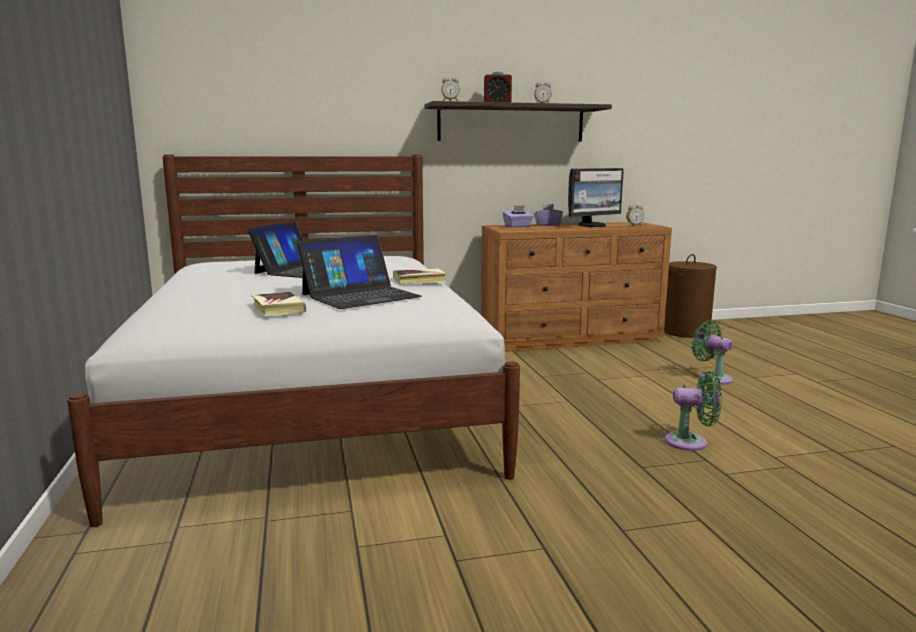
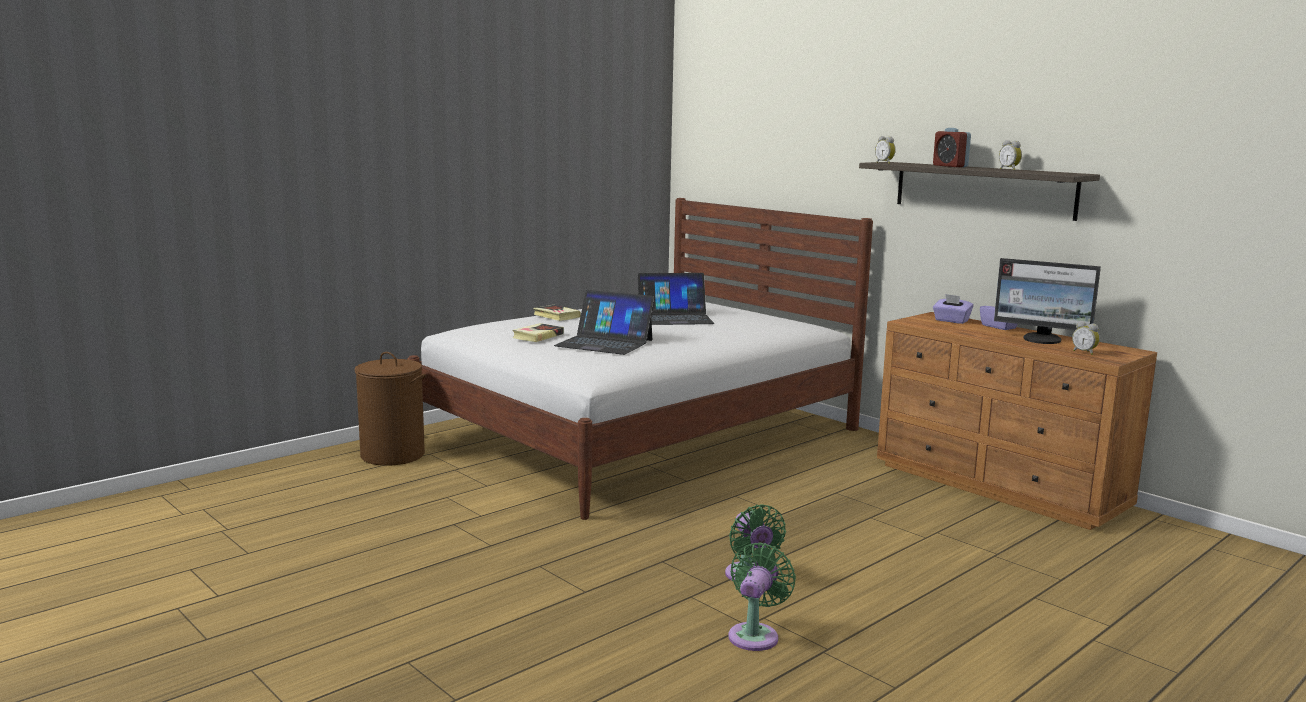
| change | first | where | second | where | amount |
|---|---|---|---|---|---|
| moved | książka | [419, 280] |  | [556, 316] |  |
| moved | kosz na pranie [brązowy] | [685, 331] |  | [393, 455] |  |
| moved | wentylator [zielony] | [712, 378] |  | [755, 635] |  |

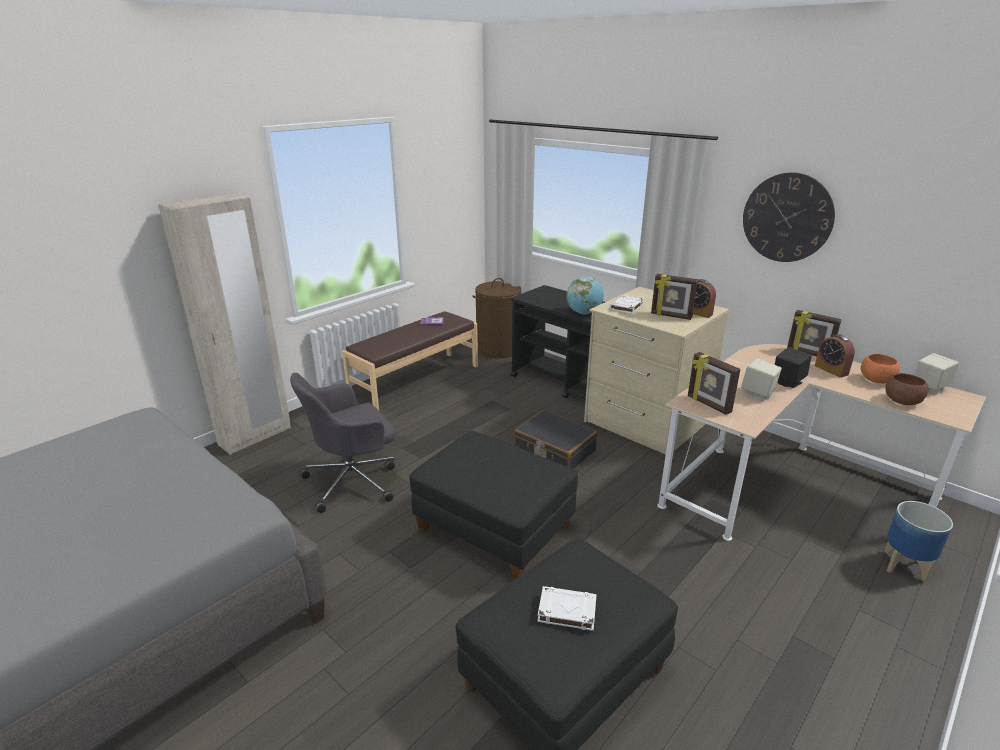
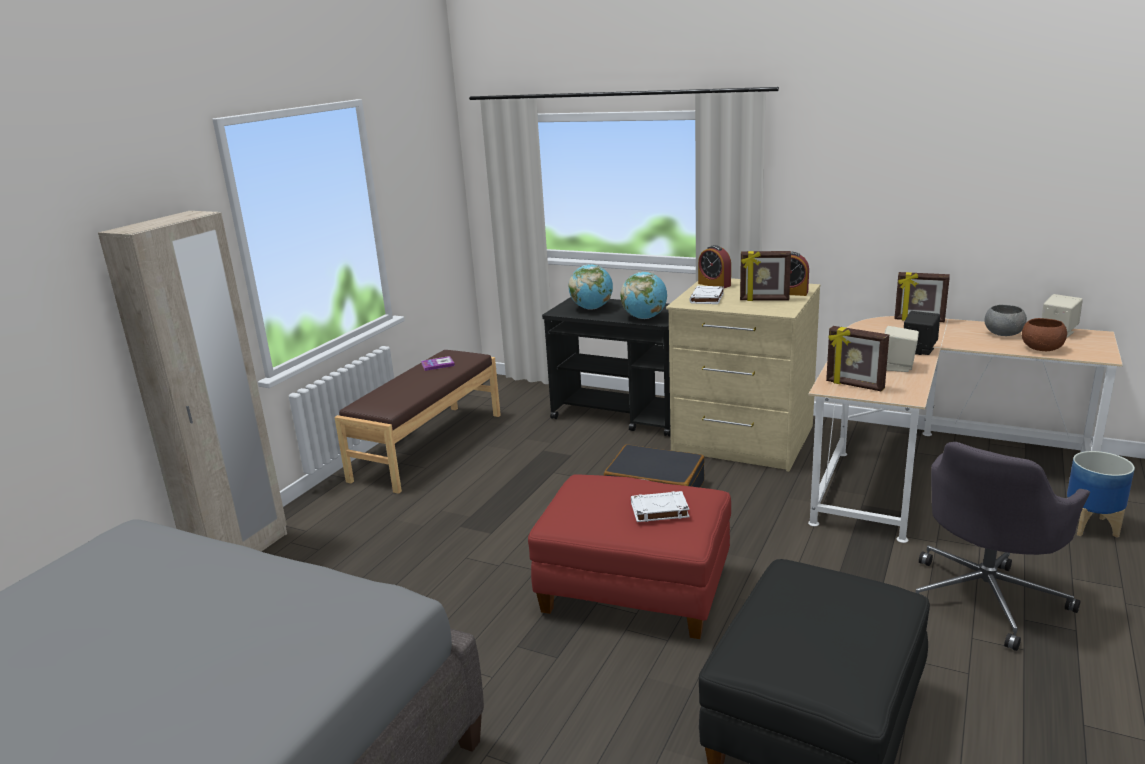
| change | first | where | second | where | amount |
|---|---|---|---|---|---|
| moved | krzesło biurowe [szary] | [353, 481] |  | [986, 597] |  |
| recoloured | pufa [czarny] | [494, 528] | pufa [czerwony] | [635, 590] |  |
| removed | kosz na pranie [brązowy] | [498, 349] |  |  |  |
| moved | książka [biały] | [566, 611] |  | [659, 510] |  |
| removed | zegar ścienny | [787, 218] |  |  |  |
| moved | budzik | [831, 370] |  | [714, 284] |  |
| recoloured | miska [pomarańczowy] | [876, 380] | miska [szary] | [1003, 333] |  |
| added |  |  | globus | [591, 308] |  |

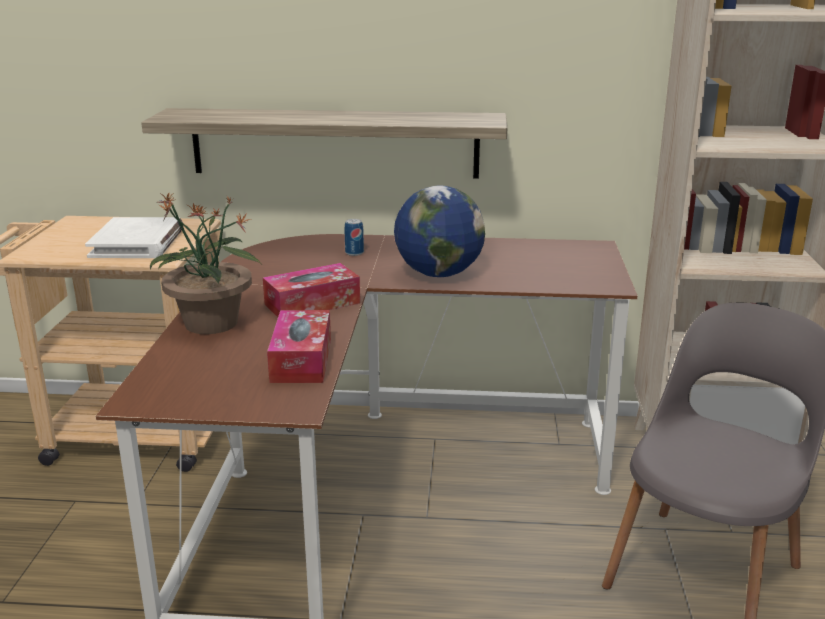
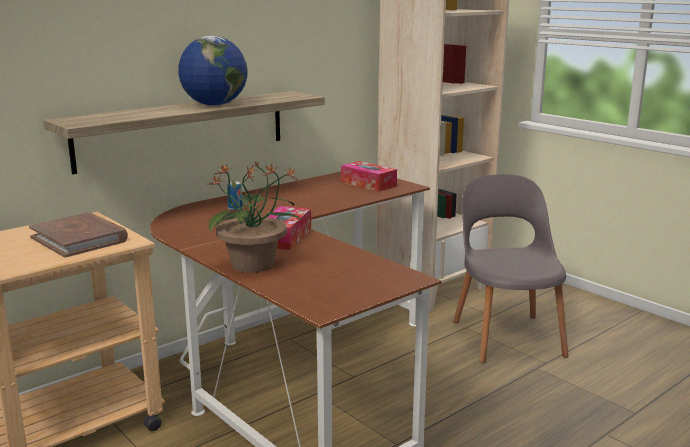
| change | first | where | second | where | amount |
|---|---|---|---|---|---|
| recoloured | książka [biały] | [137, 243] | książka [brązowy] | [79, 239] |  |
| moved | pudełko chusteczek | [301, 360] |  | [368, 184] |  |
| moved | globus | [438, 274] |  | [214, 105] |  |

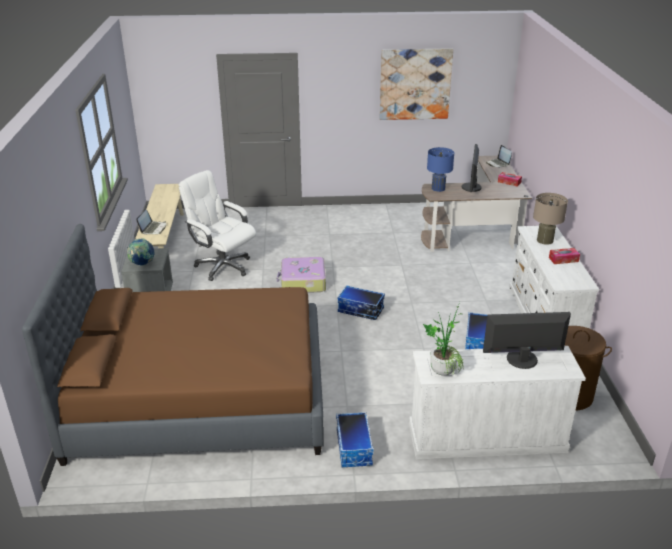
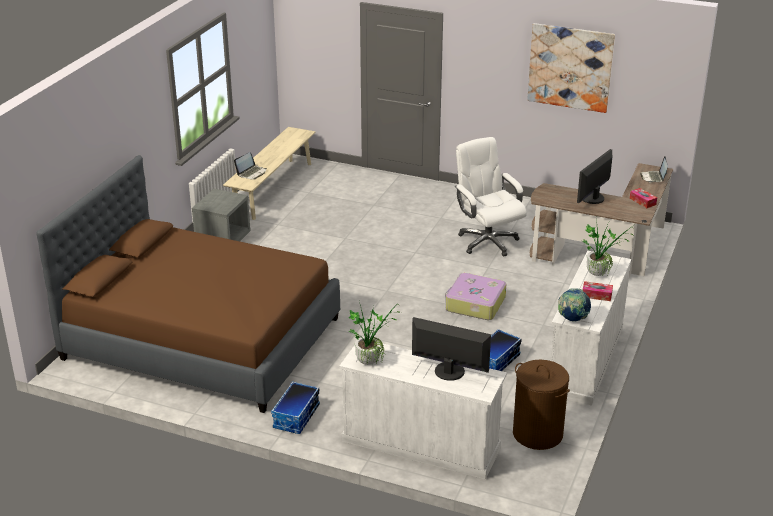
| change | first | where | second | where | amount |
|---|---|---|---|---|---|
| moved | globus | [142, 264] |  | [572, 319] |  |
| moved | krzesło biurowe [biały] | [222, 266] |  | [487, 241] |  |
| moved | walizka | [302, 282] |  | [474, 304] |  |
| removed | pojemnik do przechowywania | [360, 310] |  |  |  |
| removed | lampa stołowa [niebieski] | [438, 188] |  |  |  |
| replaced | lampa stołowa [beżowy] | [545, 240] | roślina doniczkowa | [599, 271] |  |

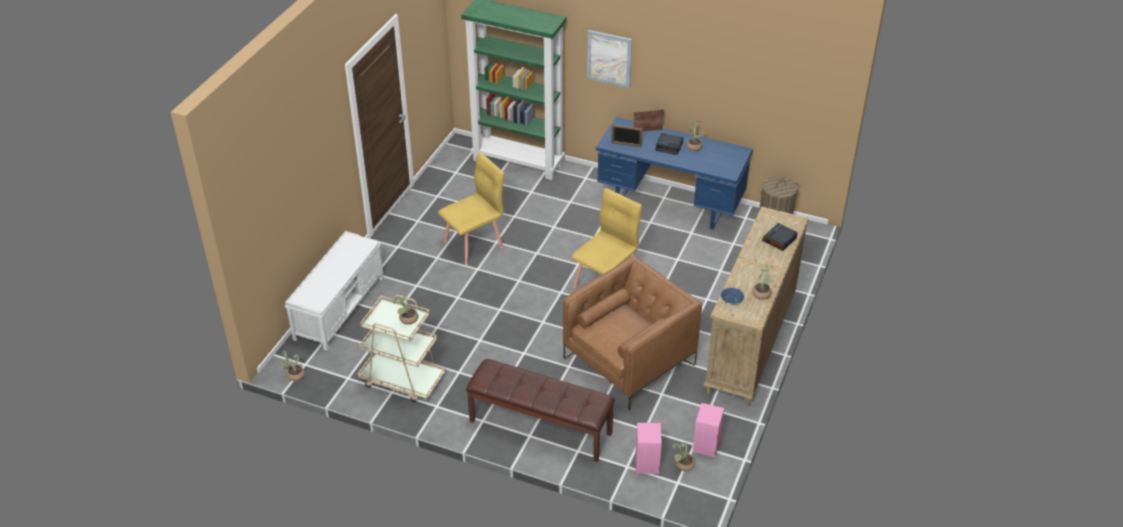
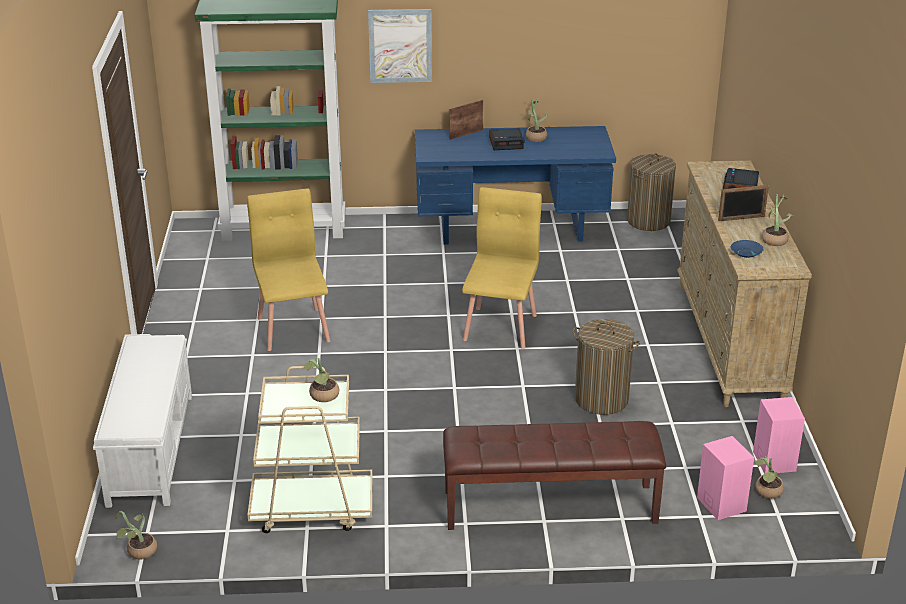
| change | first | where | second | where | amount |
|---|---|---|---|---|---|
| turned | krzesło [żółty] | [474, 245] |  | [294, 328] | 45 degrees counterclockwise |
| replaced | fotel [brązowy] | [629, 361] | kosz na pranie | [601, 399] |  |
| moved | ramka na zdjęcie | [626, 144] |  | [741, 218] |  |

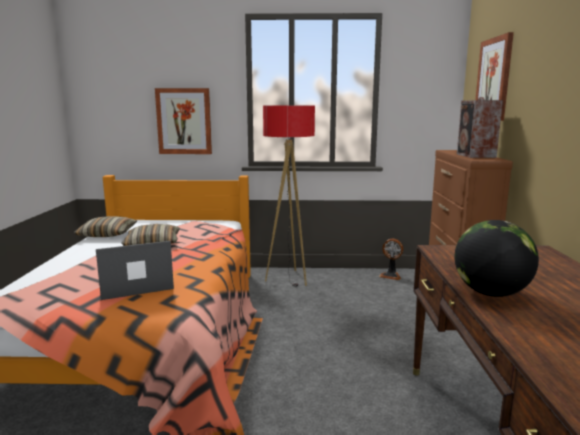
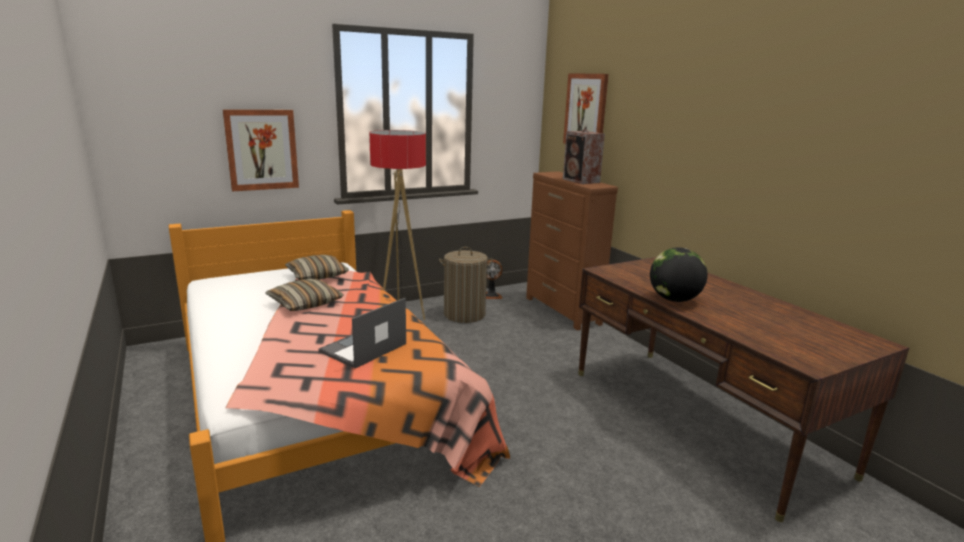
| change | first | where | second | where | amount |
|---|---|---|---|---|---|
| moved | poduszka | [107, 234] |  | [317, 275] |  |
| added |  |  | kosz na pranie | [464, 314] |  |

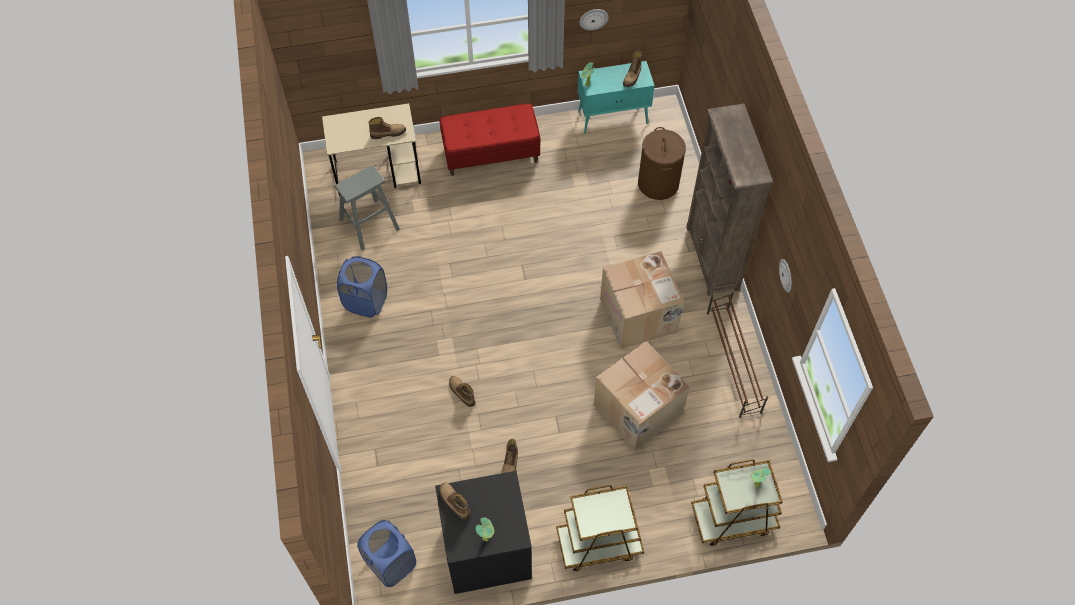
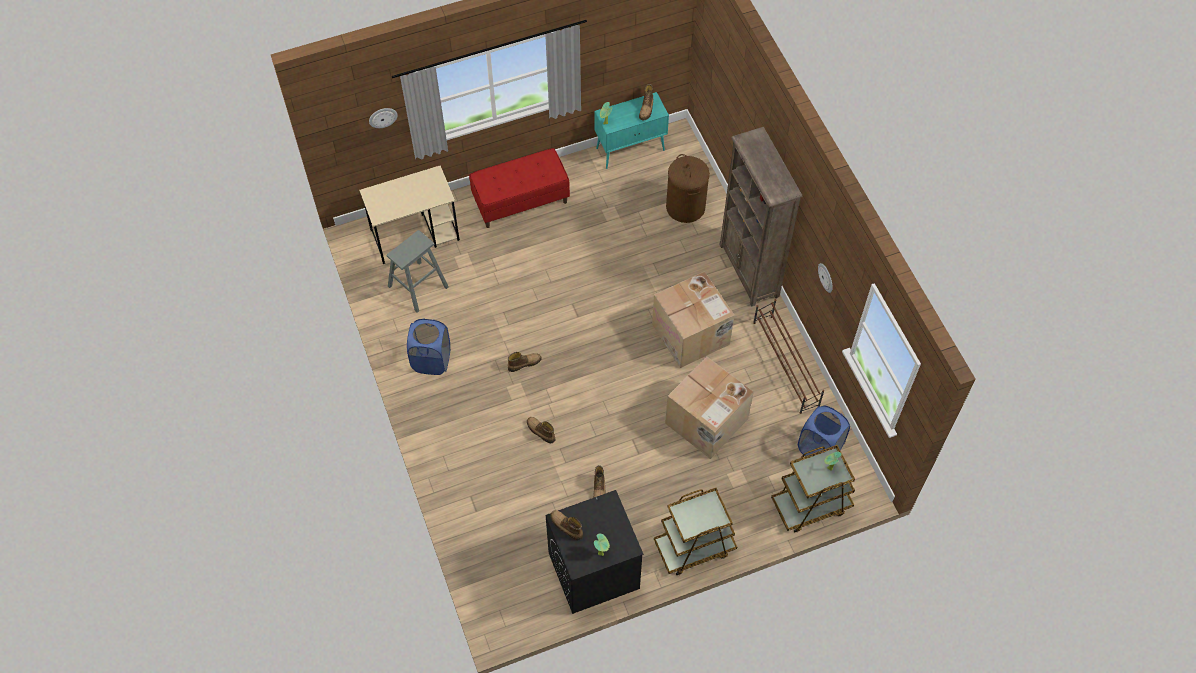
| change | first | where | second | where | amount |
|---|---|---|---|---|---|
| moved | kosz na pranie [niebieski] | [390, 563] |  | [819, 448] |  |
| moved | but z cholewką | [388, 133] |  | [524, 363] |  |
| moved | zegar ścienny | [593, 18] |  | [382, 117] |  |

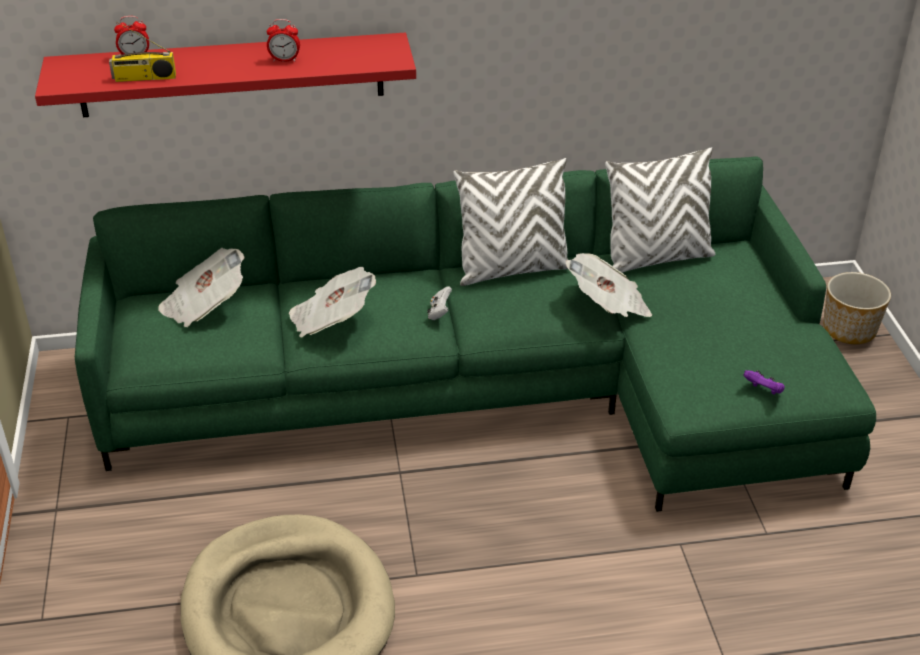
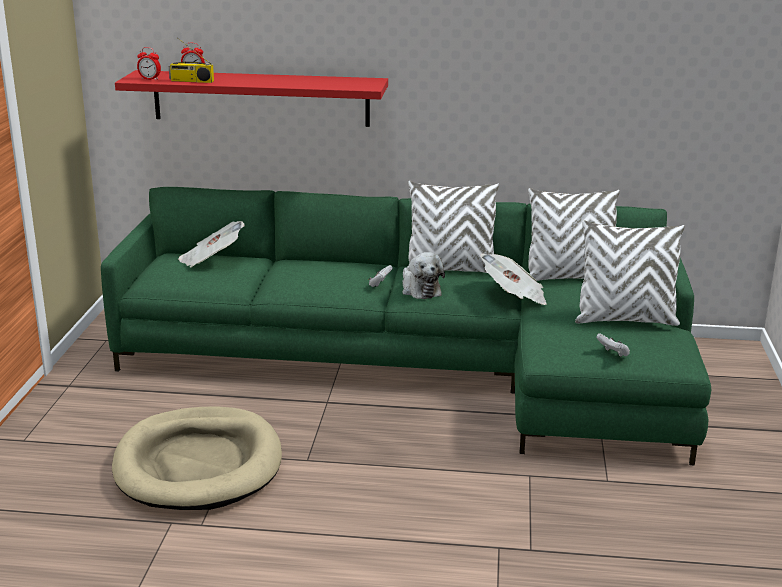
| change | first | where | second | where | amount |
|---|---|---|---|---|---|
| moved | budzik | [285, 60] |  | [150, 79] |  |
| removed | gazeta | [331, 320] |  |  |  |
| recoloured | pad do gier [fioletowy] | [763, 391] | pad do gier [biały] | [613, 354] |  |
| removed | donica | [849, 330] |  |  |  |
| added |  |  | pluszak | [420, 289] |  |
| added |  |  | poduszka [biały] | [625, 319] |  |

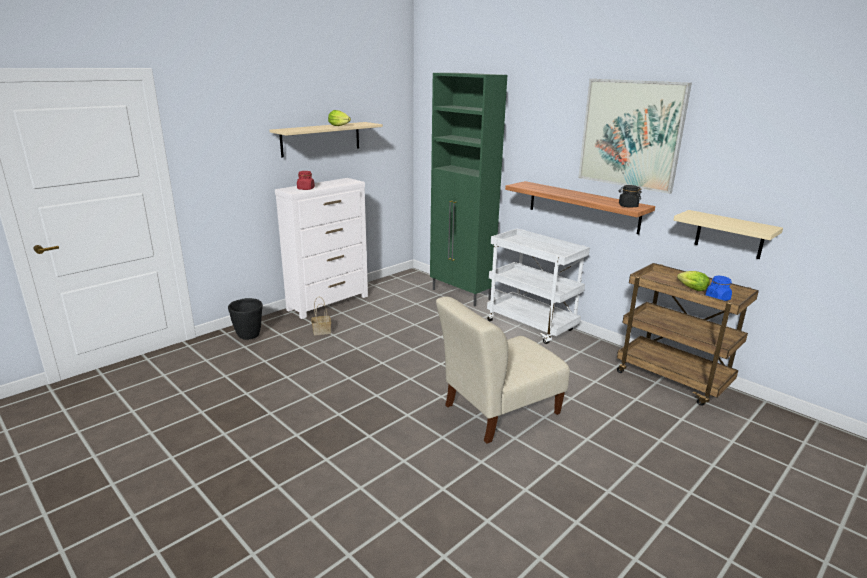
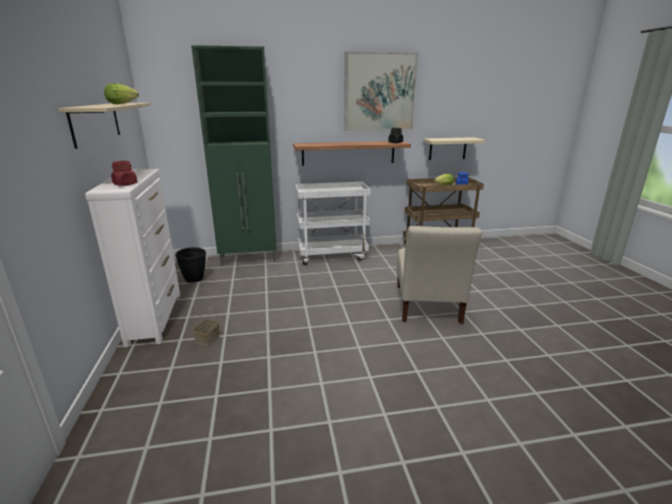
| change | first | where | second | where | amount |
|---|---|---|---|---|---|
| moved | donica [czarny] | [249, 336] |  | [195, 279] |  |

